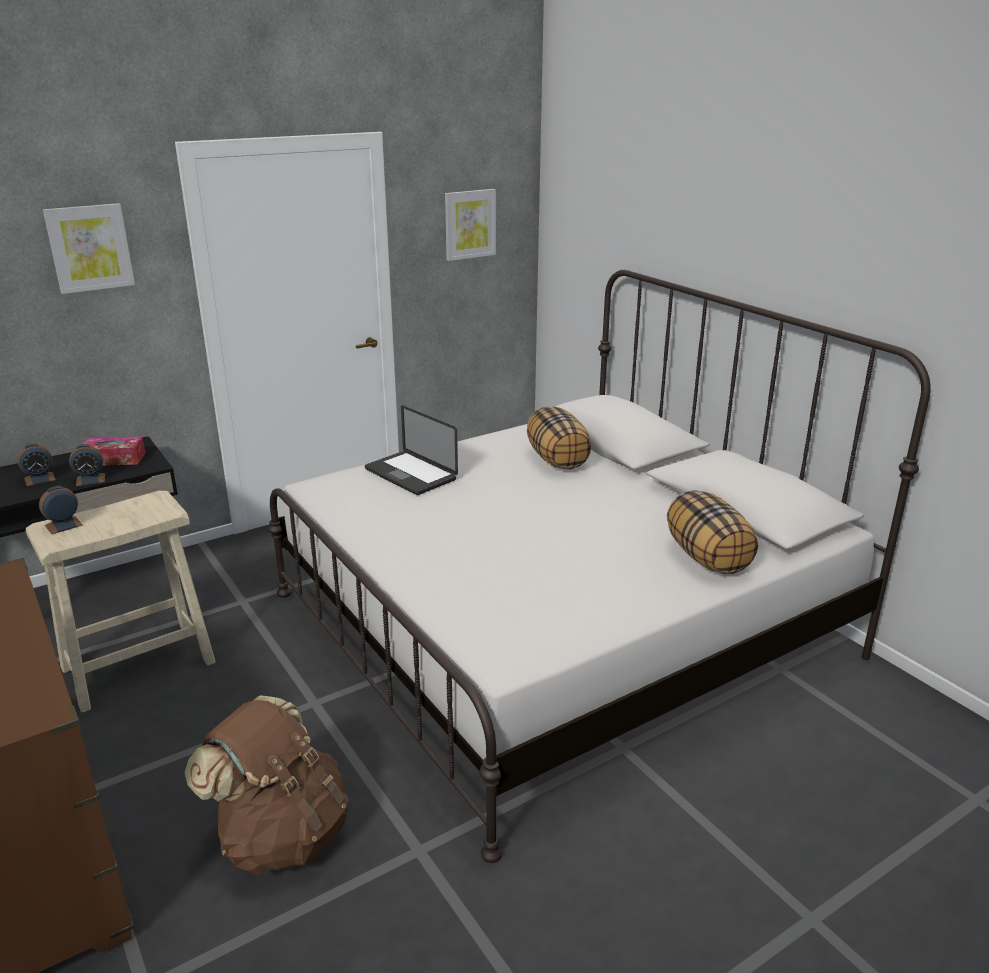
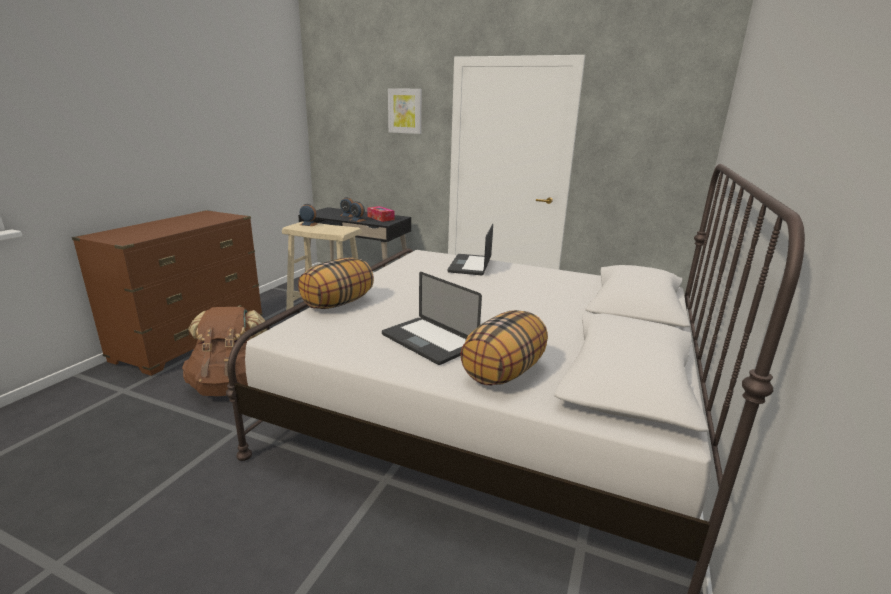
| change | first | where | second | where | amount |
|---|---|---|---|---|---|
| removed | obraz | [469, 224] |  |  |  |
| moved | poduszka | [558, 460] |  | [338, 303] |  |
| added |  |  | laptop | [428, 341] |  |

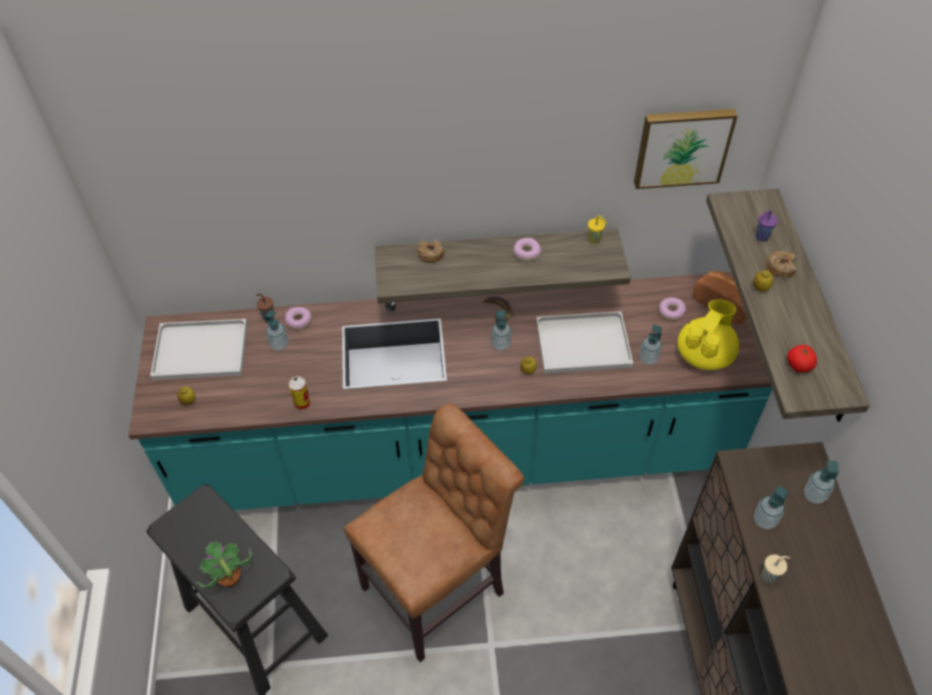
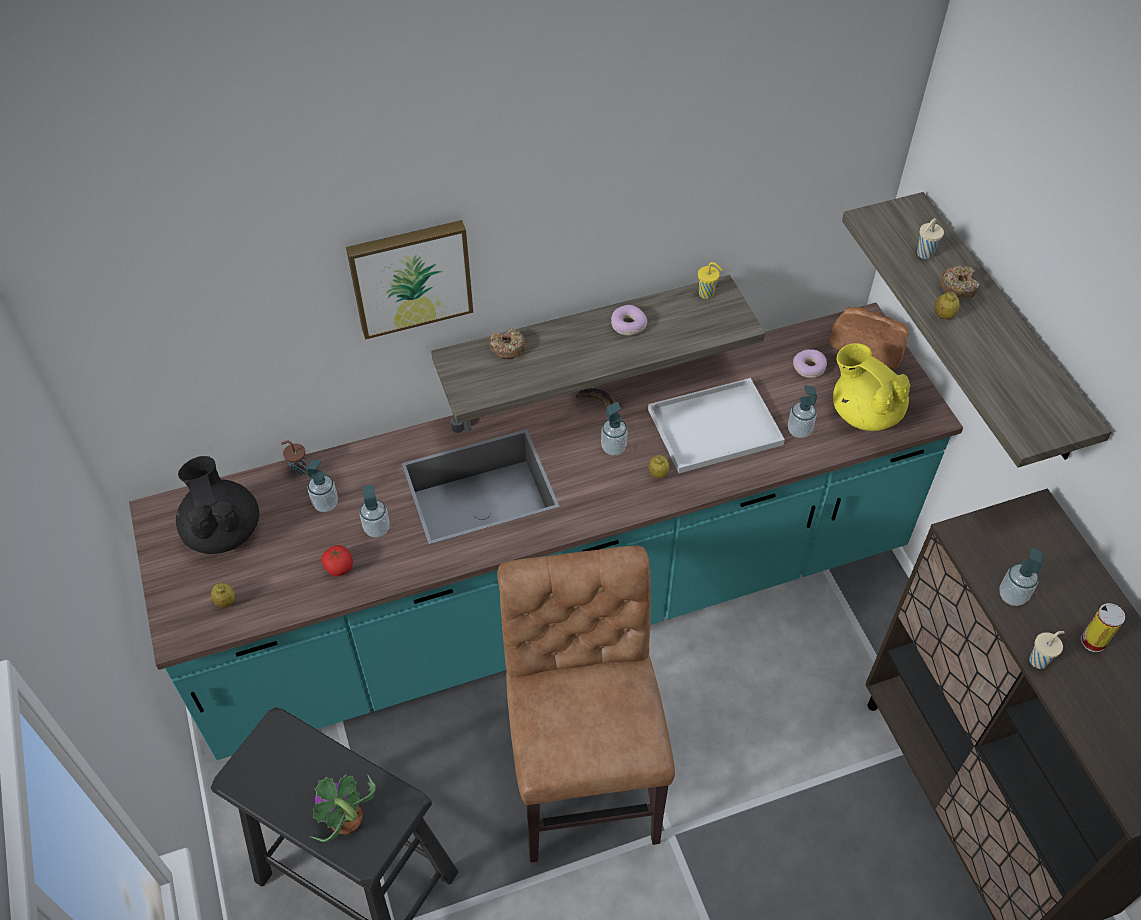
| change | first | where | second | where | amount |
|---|---|---|---|---|---|
| replaced | taca [biały] | [202, 349] | imbryk [czarny] | [223, 530] |  |
| removed | donut | [299, 321] |  |  |  |
| moved | puszka | [302, 403] |  | [1093, 641] |  |
| turned | krzesło [brązowy] | [439, 587] |  | [583, 775] | 45 degrees counterclockwise |
| moved | obraz | [682, 146] |  | [410, 276] |  |
| turned | imbryk [żółty] | [704, 354] |  | [864, 412] | 60 degrees counterclockwise |
| recoloured | filiżanka [fioletowy] | [761, 237] | filiżanka [beżowy] | [924, 254] |  |
| moved | pomidor | [798, 366] |  | [339, 567] |  |
| moved | dozownik mydła | [814, 495] |  | [377, 528] |  |

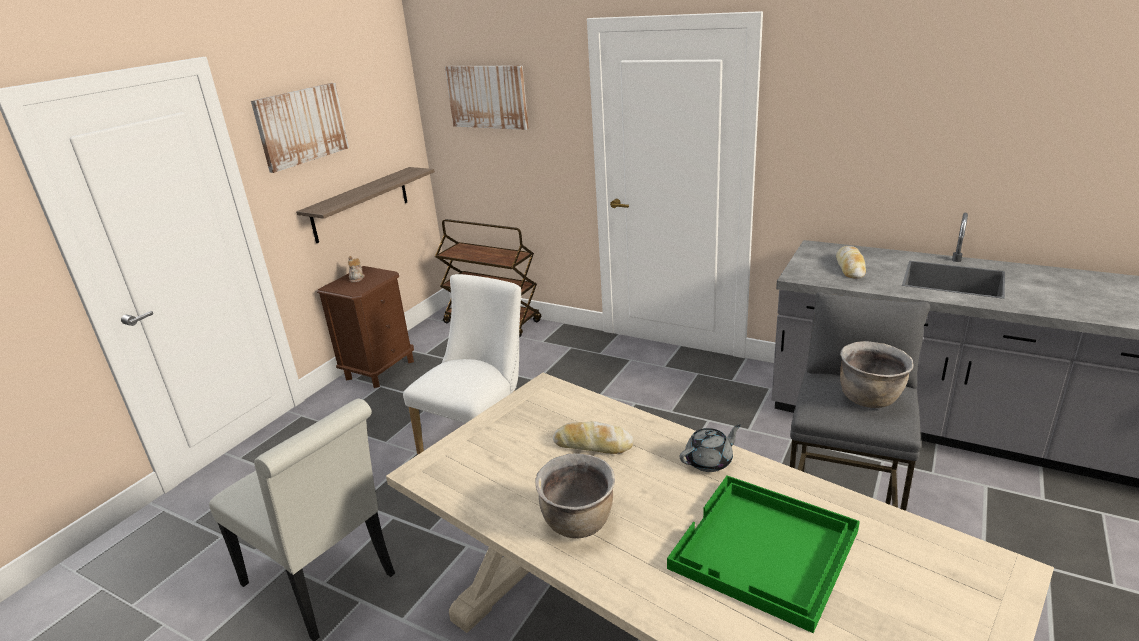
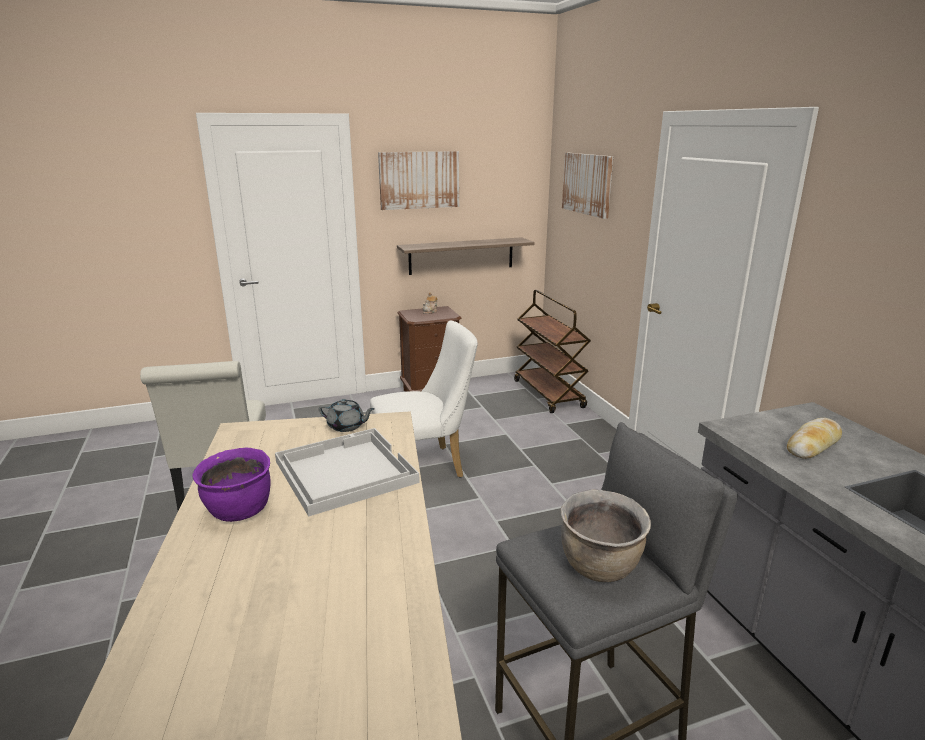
| change | first | where | second | where | amount |
|---|---|---|---|---|---|
| recoloured | garnek [brązowy] | [579, 523] | garnek [fioletowy] | [239, 511] |  |
| replaced | chleb | [593, 445] | taca [biały] | [344, 471] |  |
| removed | taca [zielony] | [765, 551] |  |  |  |
| moved | imbryk [szary] | [709, 461] |  | [347, 426] |  |

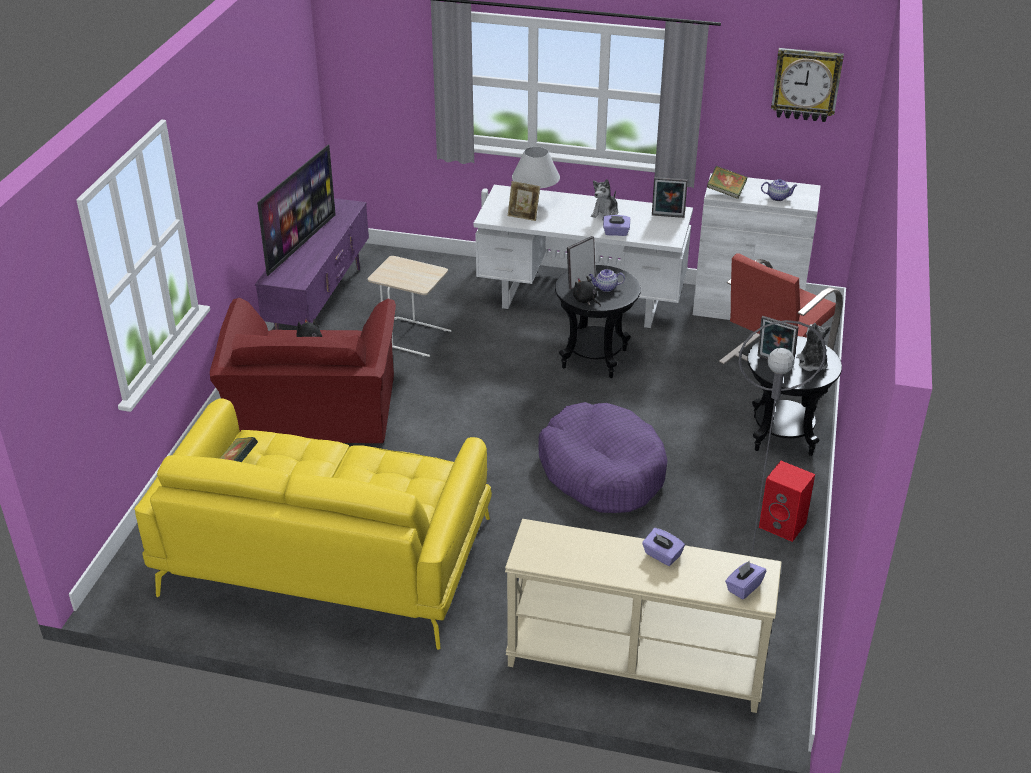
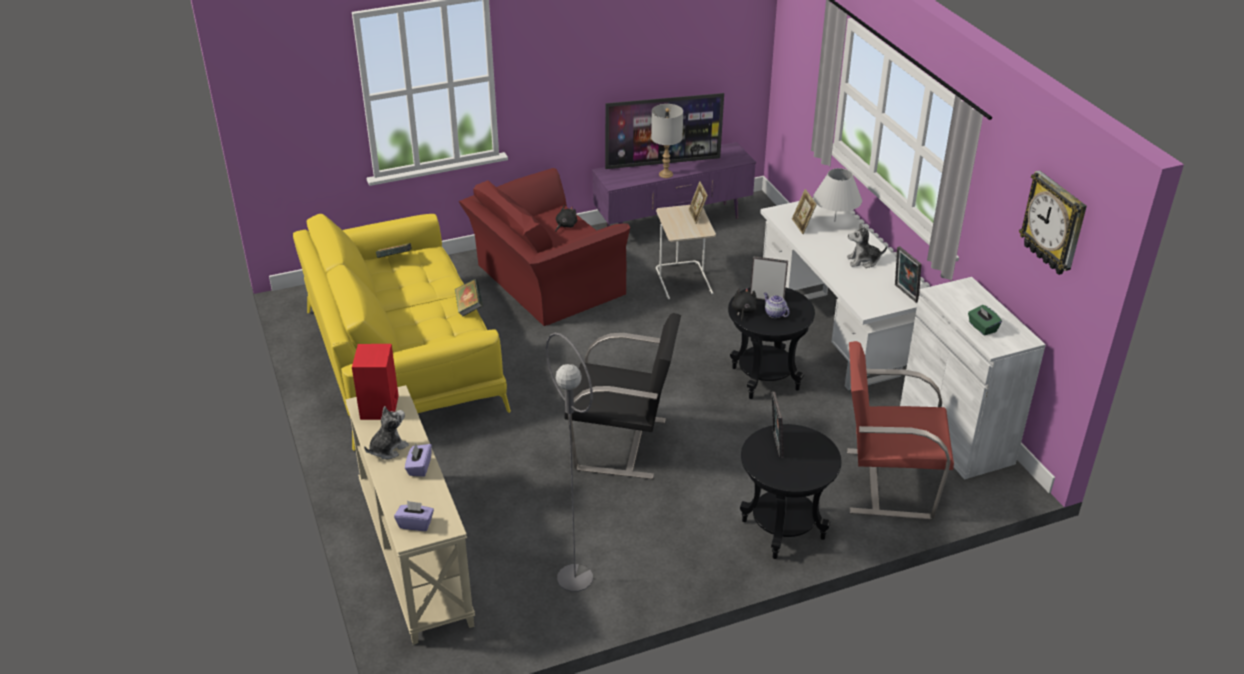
| change | first | where | second | where | amount |
|---|---|---|---|---|---|
| replaced | legowisko [fioletowy] | [602, 471] | fotel [czarny] | [622, 444] |  |
| removed | pudełko chusteczek [fioletowy] | [616, 232] |  |  |  |
| moved | książka | [726, 192] |  | [469, 307] |  |
| moved | głośnik [czerwony] | [784, 525] |  | [380, 408] |  |
| replaced | imbryk | [778, 197] | pudełko chusteczek [zielony] | [982, 327] |  |
| moved | pluszak | [812, 364] |  | [388, 449] |  |
| added |  |  | lampa stołowa [szary] | [665, 174] |  |
| added |  |  | ramka na zdjęcie | [697, 216] |  |

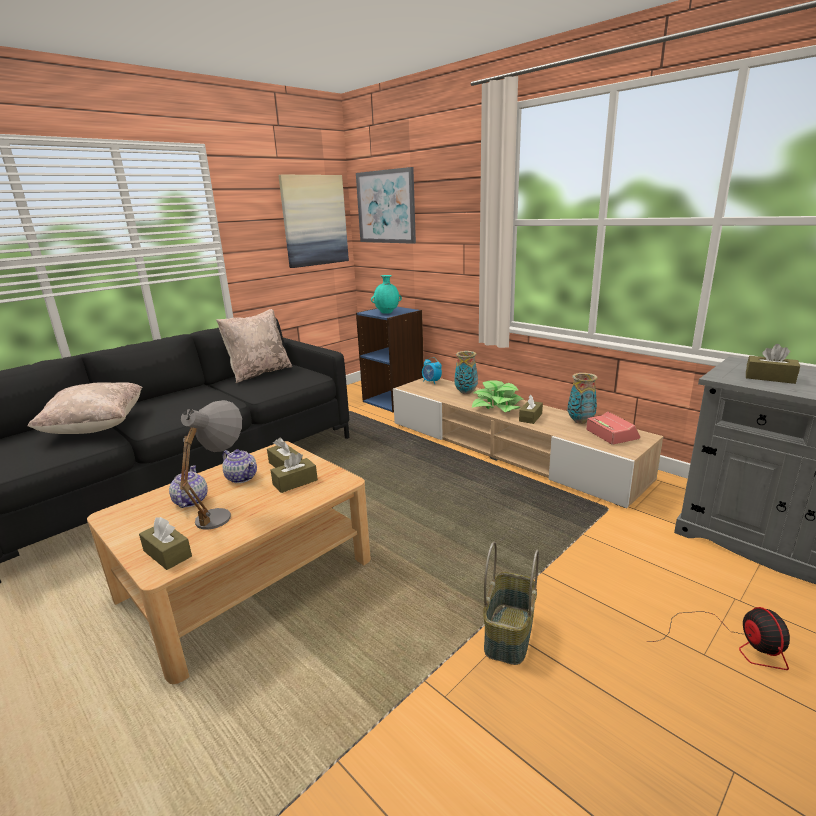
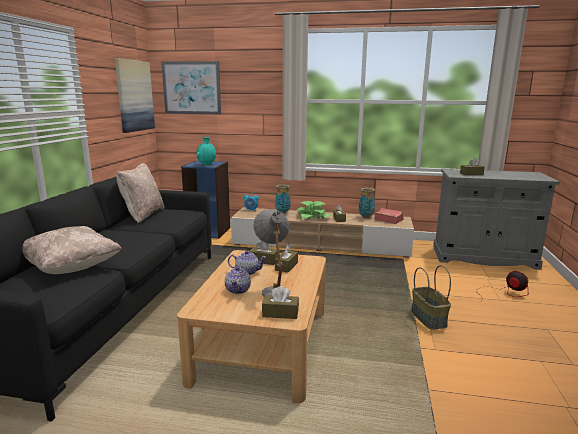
| change | first | where | second | where | amount |
|---|---|---|---|---|---|
| turned | imbryk | [190, 501] |  | [238, 290] | 135 degrees counterclockwise |

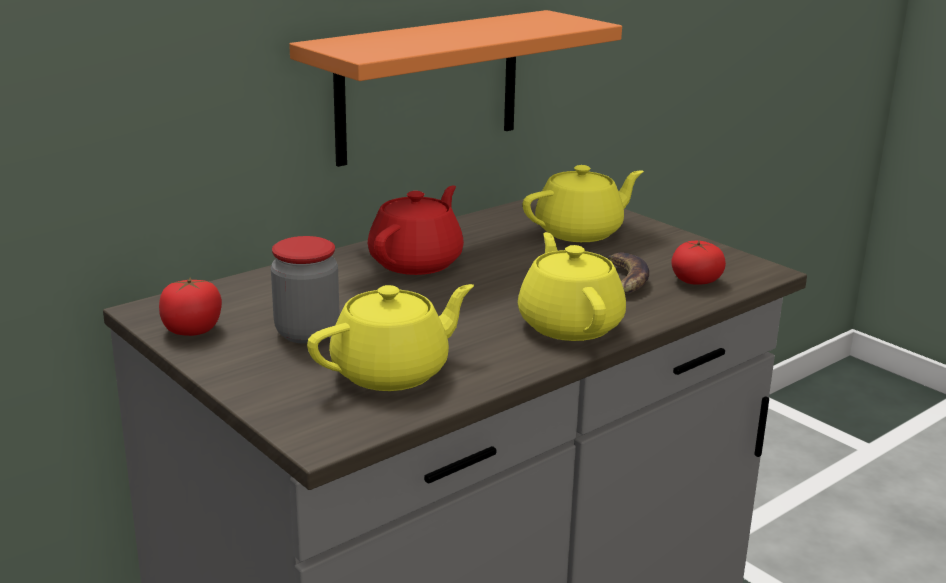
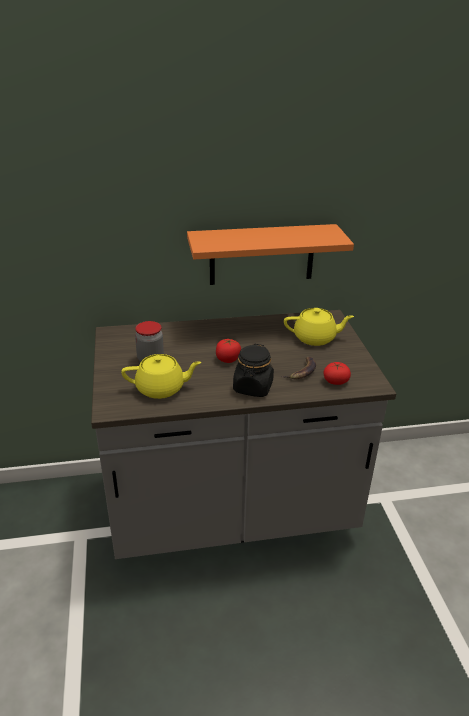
| change | first | where | second | where | amount |
|---|---|---|---|---|---|
| moved | pomidor | [192, 330] |  | [228, 359] |  |
| removed | imbryk [czerwony] | [417, 262] |  |  |  |
| replaced | imbryk [żółty] | [570, 324] | słoik [czarny] | [253, 387] |  |

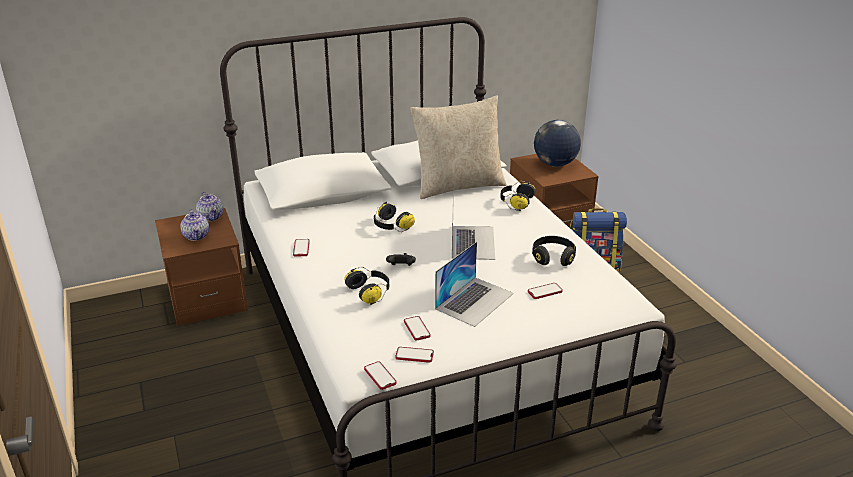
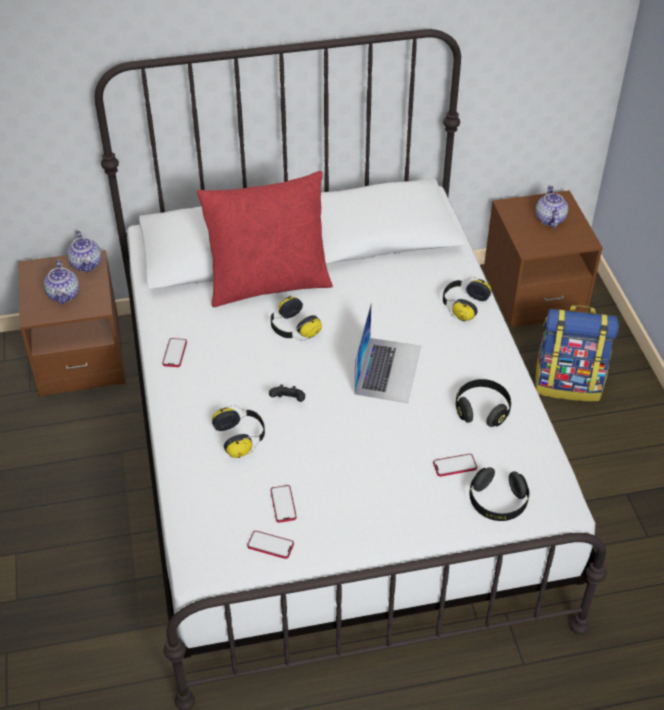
| change | first | where | second | where | amount |
|---|---|---|---|---|---|
| removed | telefon | [380, 376] |  |  |  |
| removed | poduszka [beżowy] | [458, 185] |  |  |  |
| removed | laptop | [474, 301] |  |  |  |
| replaced | globus | [555, 164] | imbryk | [549, 219] |  |
| added |  |  | poduszka [czerwony] | [268, 283] |  |
| added |  |  | słuchawki [czarny] | [497, 502] |  |

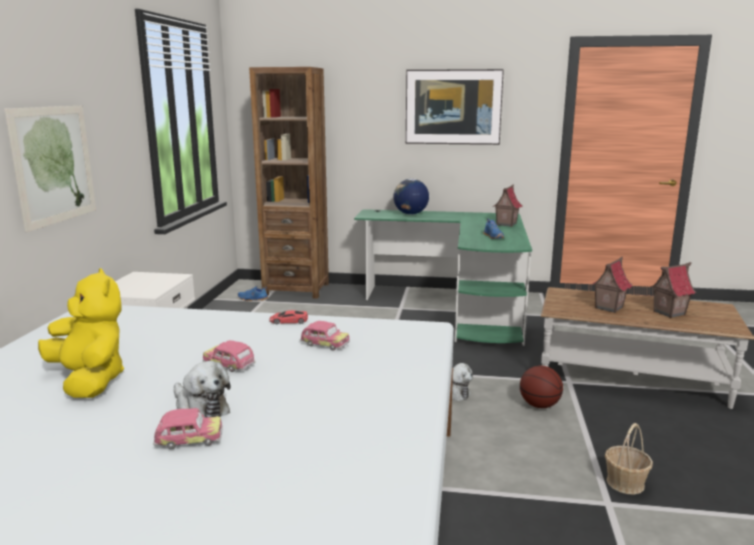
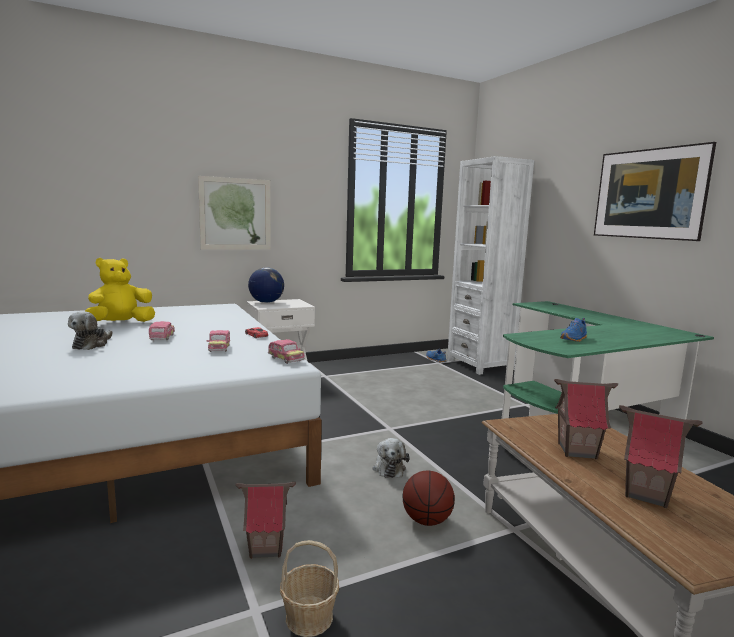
| change | first | where | second | where | amount |
|---|---|---|---|---|---|
| turned | pluszak [żółty] | [89, 381] |  | [121, 323] | 150 degrees counterclockwise |
| moved | samochodzik | [189, 440] |  | [285, 359] |  |
| recoloured | regał [brązowy] | [296, 289] | regał [biały] | [480, 364] |  |
| moved | globus | [410, 214] |  | [266, 302] |  |
| moved | domek | [506, 224] |  | [266, 547] |  |

